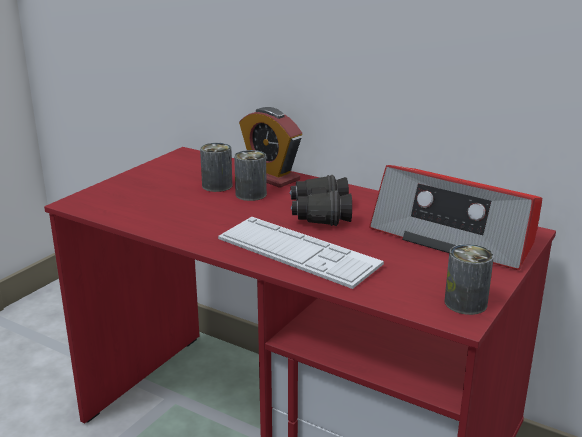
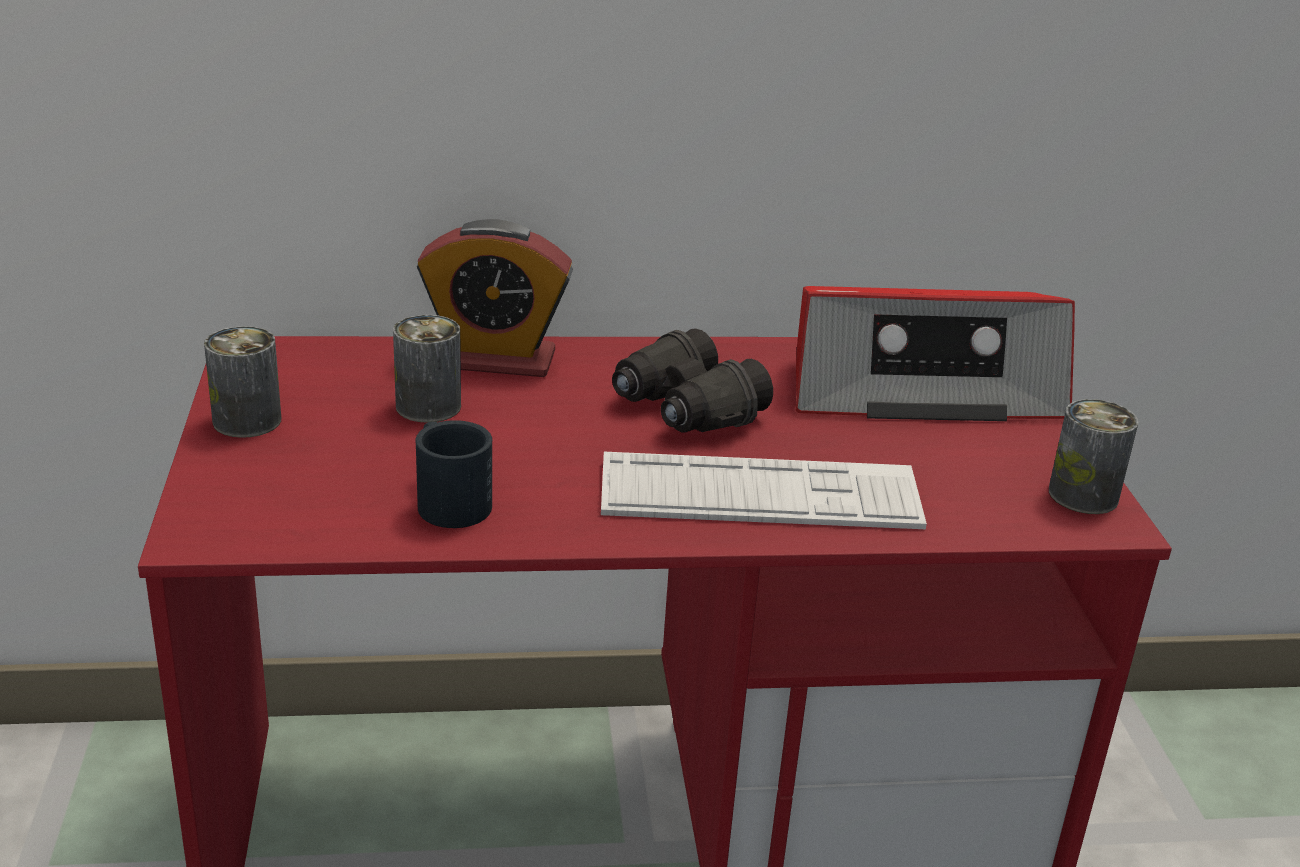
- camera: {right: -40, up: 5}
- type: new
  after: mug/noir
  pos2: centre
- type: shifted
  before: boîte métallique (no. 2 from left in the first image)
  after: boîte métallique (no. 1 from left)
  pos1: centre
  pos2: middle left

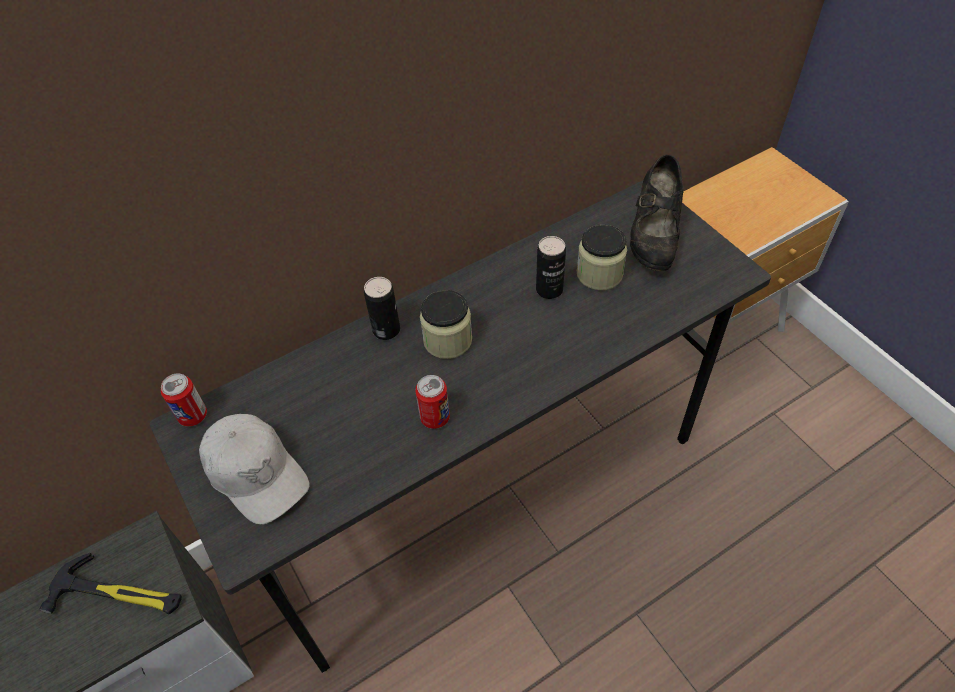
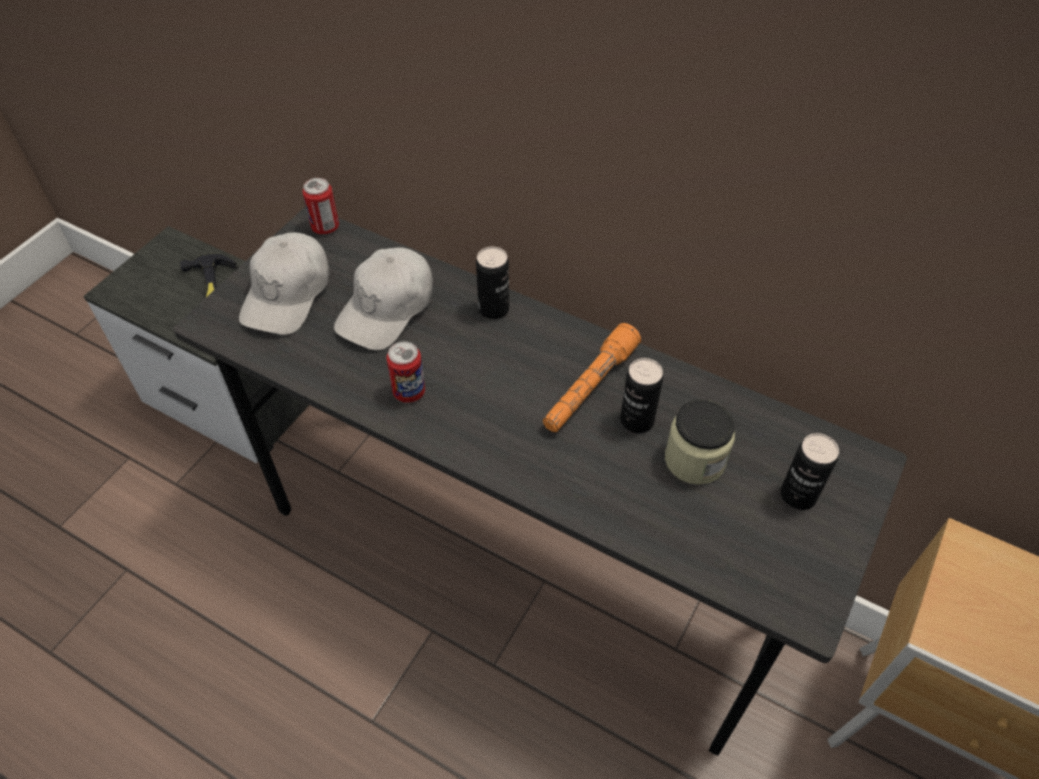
- camera: {right: 60, up: 0}
- type: gone
  before: bocal (no. 1 from left)
  pos1: centre
- type: new
  after: casquette/blanc (no. 2 from left)
  pos2: centre
- type: new
  after: lampe de poche/orange
  pos2: centre
- type: swapped
  before: chaussure/noir
  after: boîte métallique (no. 5 from left)
  pos1: top right
  pos2: middle right

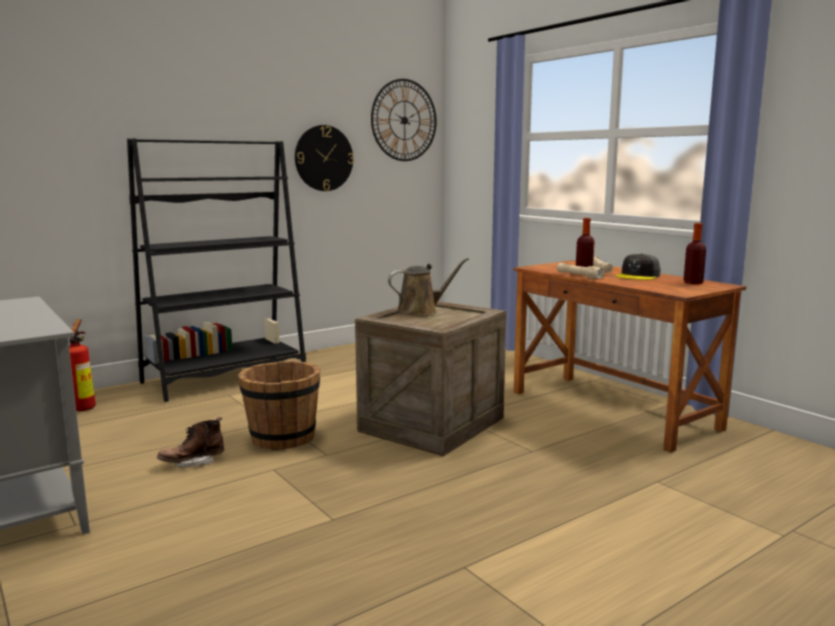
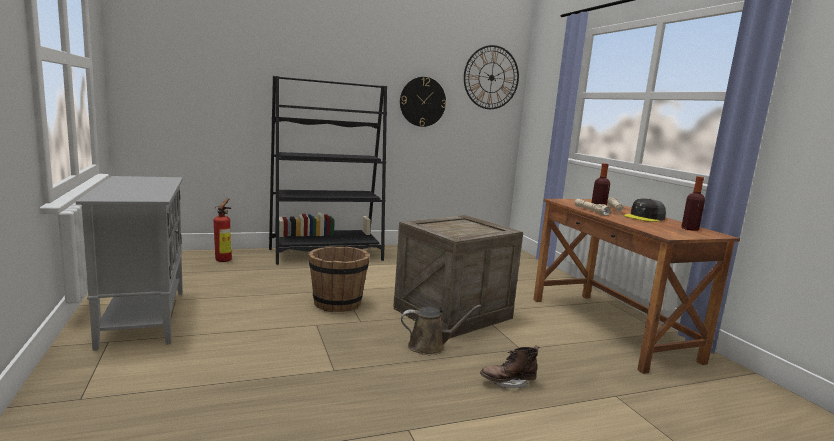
- camera: {right: 15, up: 0}
- type: shifted
  before: botte/marron
  pos1: bottom left
  pos2: bottom centre
- type: shifted
  before: arrosoir/marron
  pos1: centre
  pos2: bottom centre

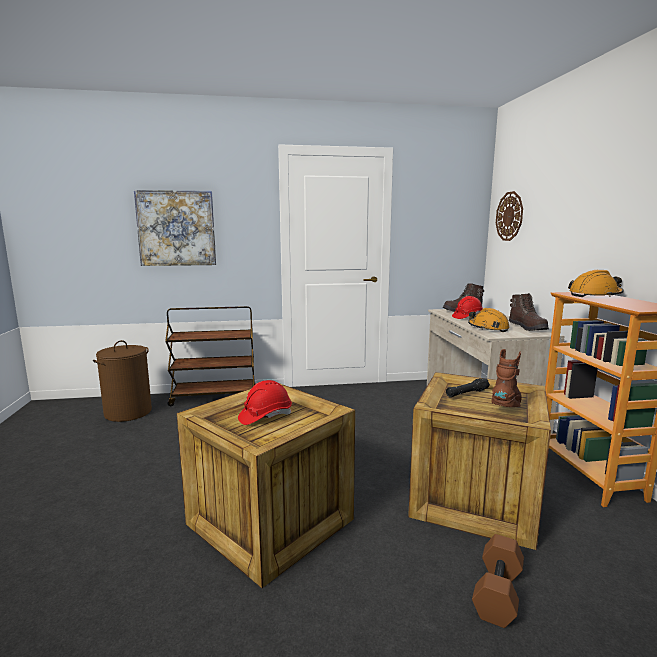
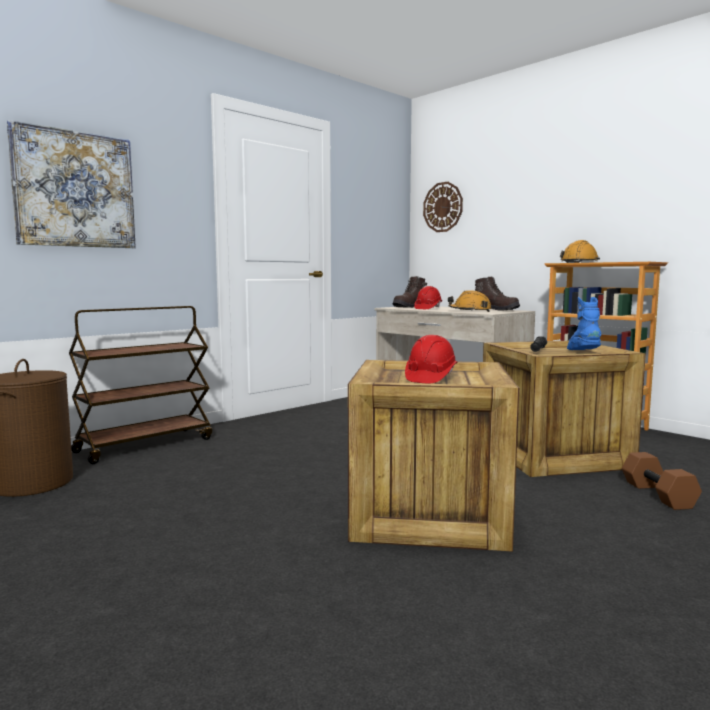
- camera: {right: -35, up: -5}
- type: repainted
  before: botte/marron (no. 2 from left)
  after: botte/bleu
  pos1: middle right
  pos2: middle right

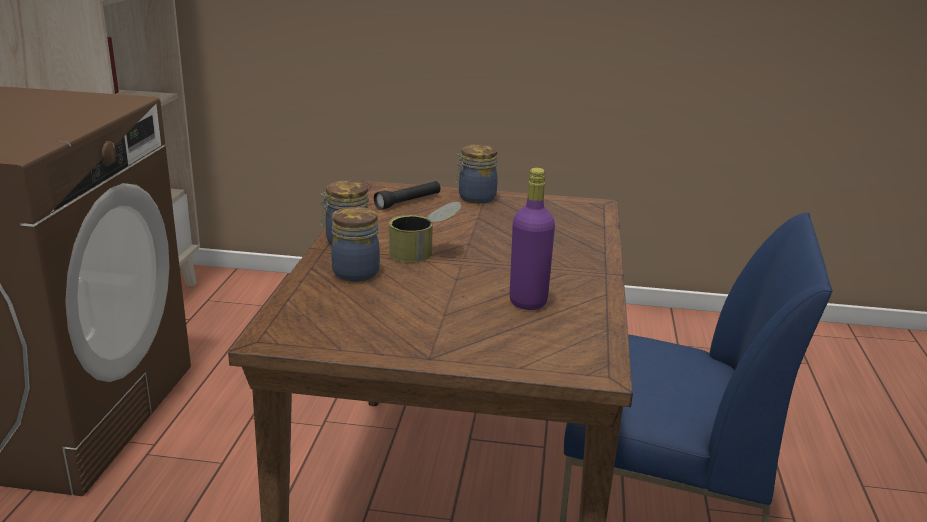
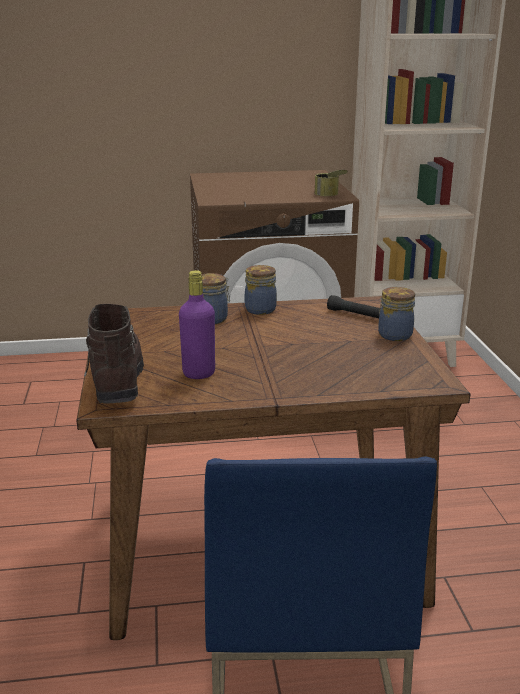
- camera: {right: 75, up: 0}
- type: new
  after: botte/marron
  pos2: middle left
- type: shifted
  before: boîte métallique
  pos1: centre
  pos2: top centre

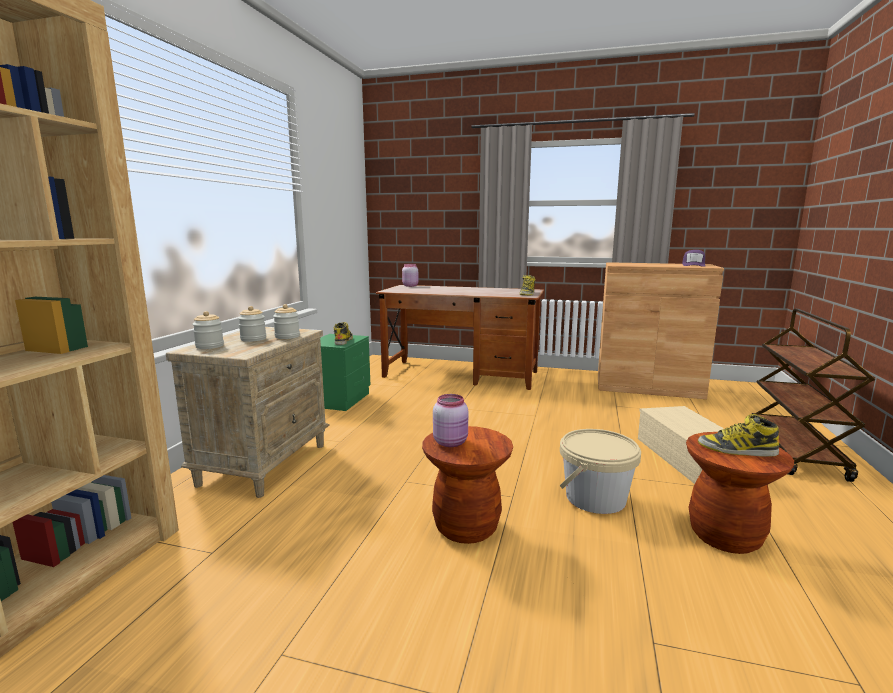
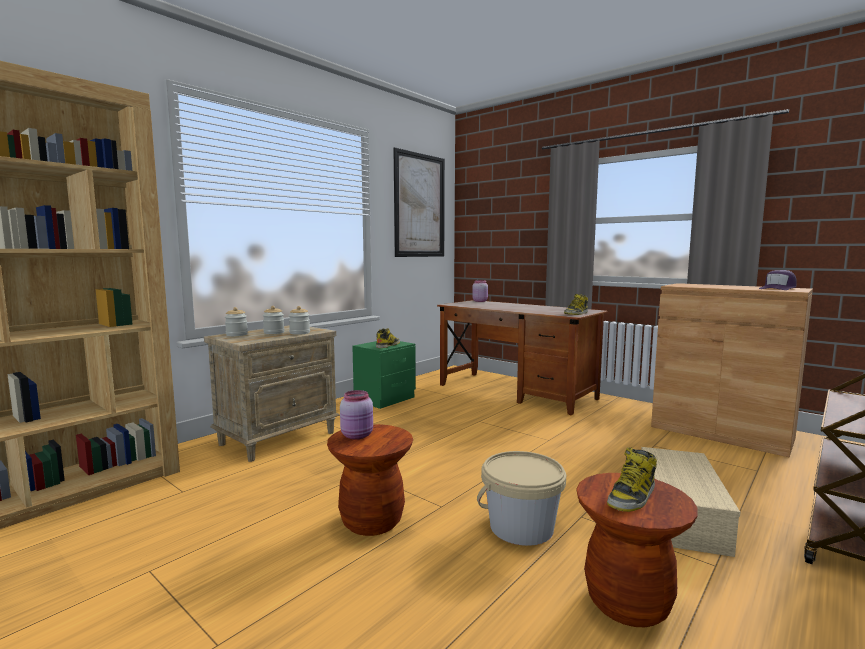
- camera: {right: 25, up: -5}
- type: new
  after: tableau
  pos2: top centre
- type: rotated
  before: botte (no. 3 from left)
  pos1: middle right
  pos2: bottom right
  turn: -90

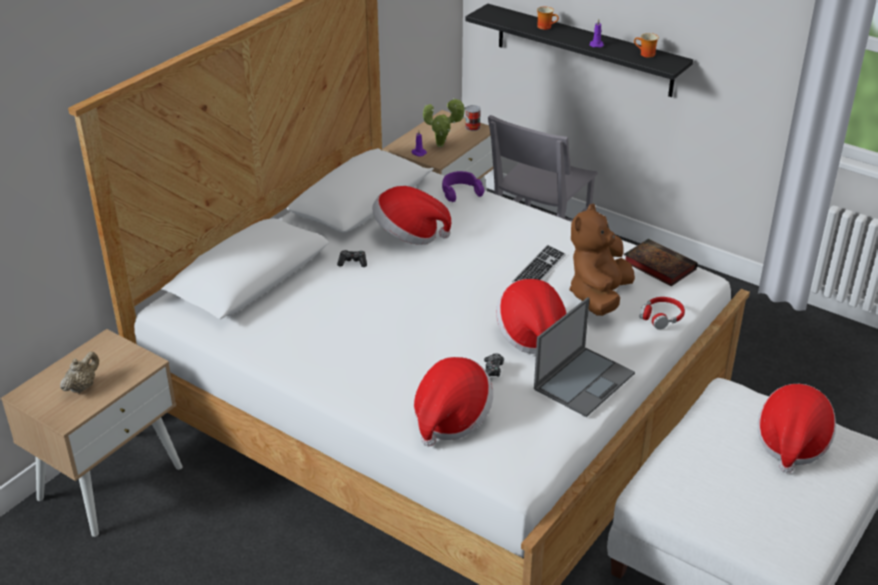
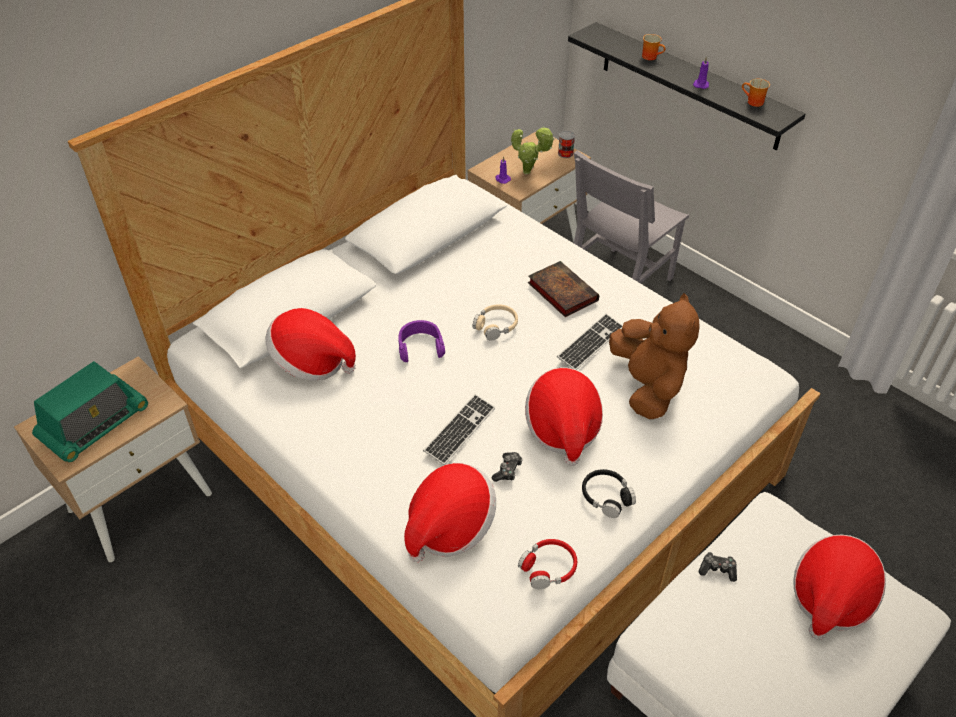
- camera: {right: 10, up: 10}
- type: new
  after: clavier (no. 1 from left)
  pos2: centre
- type: new
  after: casque audio/beige
  pos2: centre
- type: shifted
  before: manette (no. 1 from left in the first image)
  after: manette (no. 2 from left)
  pos1: centre
  pos2: bottom right
- type: shifted
  before: chapeau (no. 1 from left)
  pos1: centre
  pos2: middle left
- type: shifted
  before: casque audio/violet
  pos1: top centre
  pos2: centre
- type: shifted
  before: livre
  pos1: middle right
  pos2: centre
- type: shifted
  before: casque audio/rouge
  pos1: middle right
  pos2: bottom centre
- type: swapped
  before: théière/beige
  after: radio
  pos1: middle left
  pos2: middle left
- type: swapped
  before: ordinateur portable
  after: casque audio/noir
  pos1: centre
  pos2: bottom centre
- type: rotated
  before: peluche/marron
  pos1: middle right
  pos2: middle right
  turn: 135

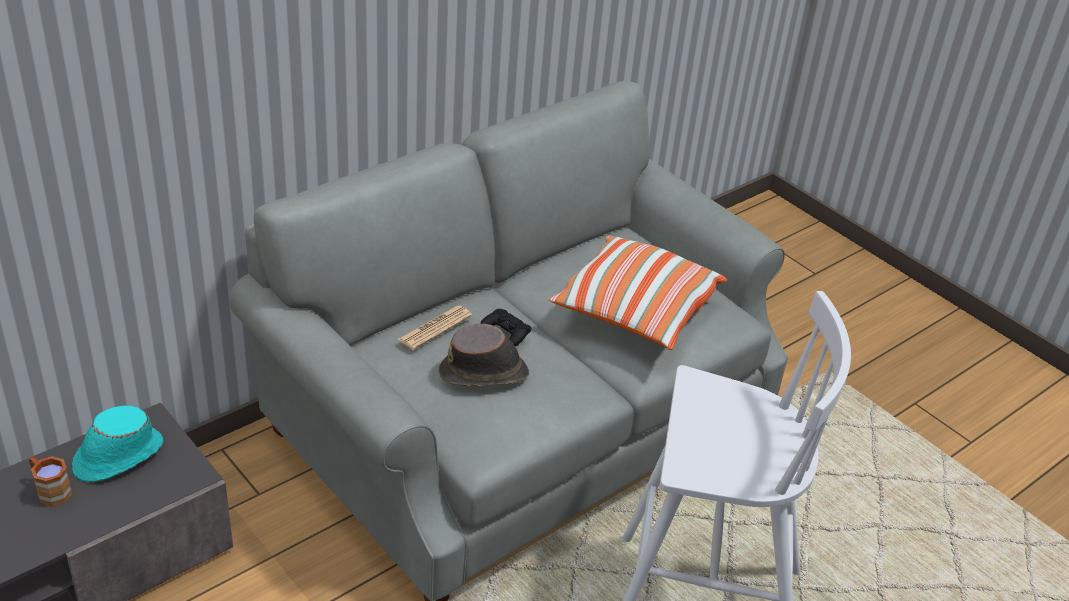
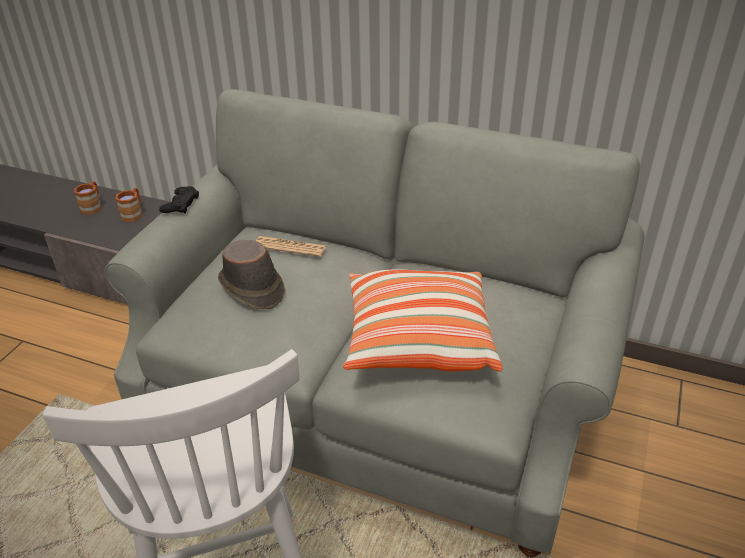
- camera: {right: 65, up: 0}
- type: shifted
  before: manette/noir
  pos1: centre
  pos2: middle left
- type: swapped
  before: chapeau/turquoise
  after: mug/marron (no. 2 from left)
  pos1: bottom left
  pos2: middle left

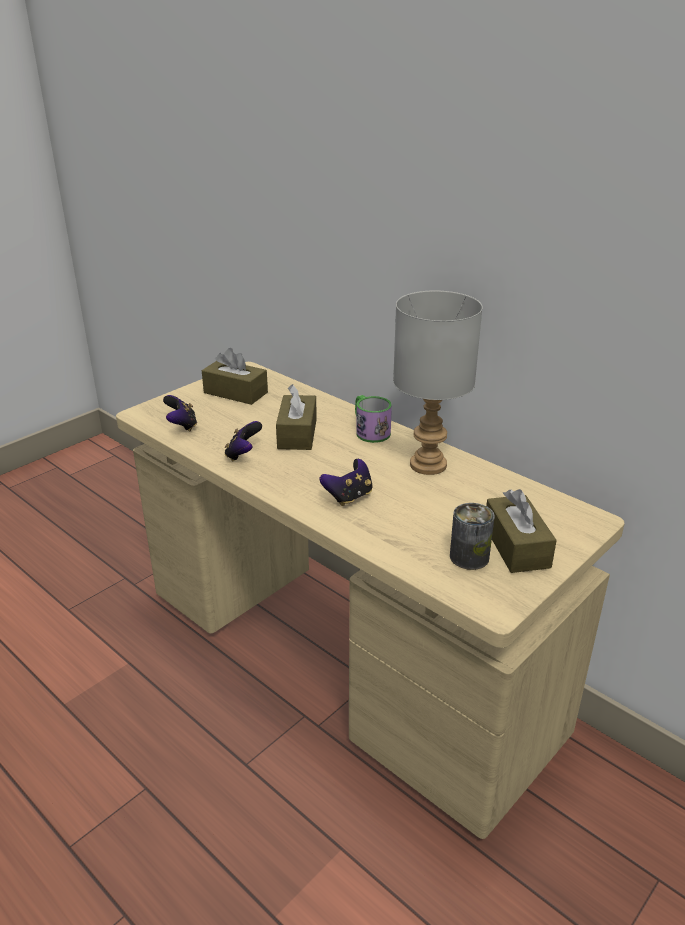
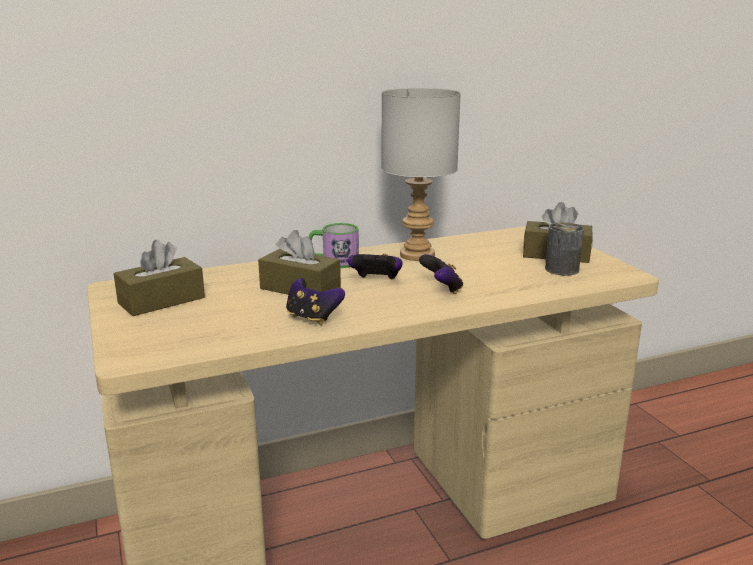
- camera: {right: -65, up: -10}
- type: shifted
  before: manette (no. 1 from left in the first image)
  after: manette (no. 2 from left)
  pos1: middle left
  pos2: centre

